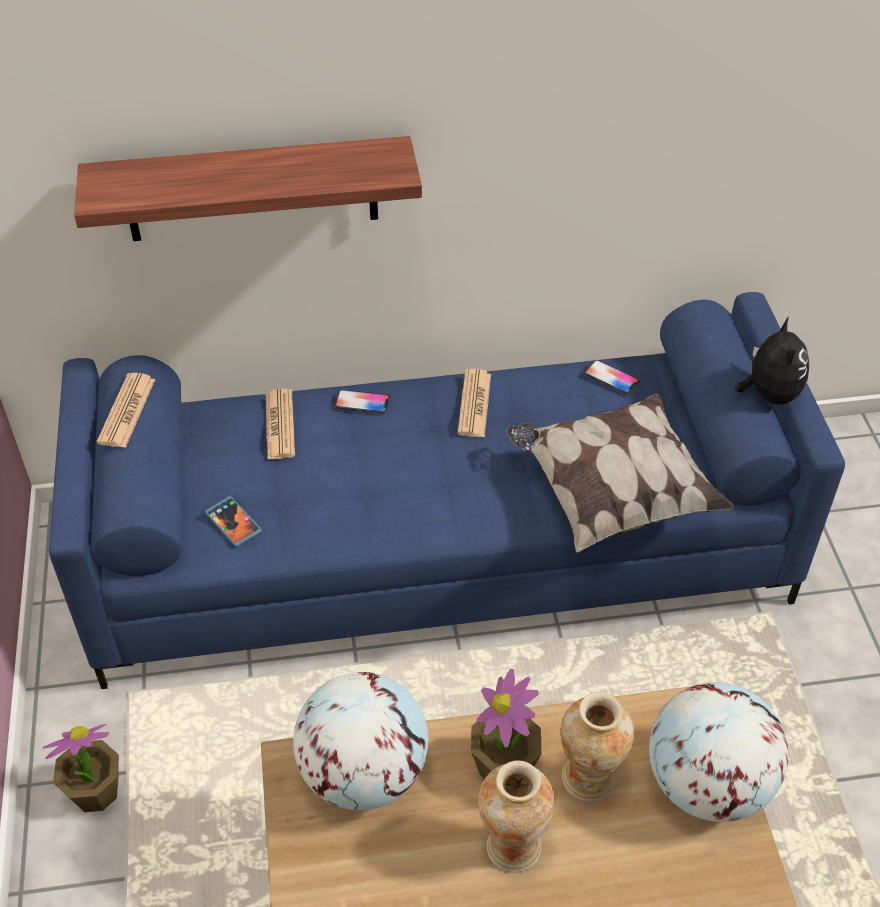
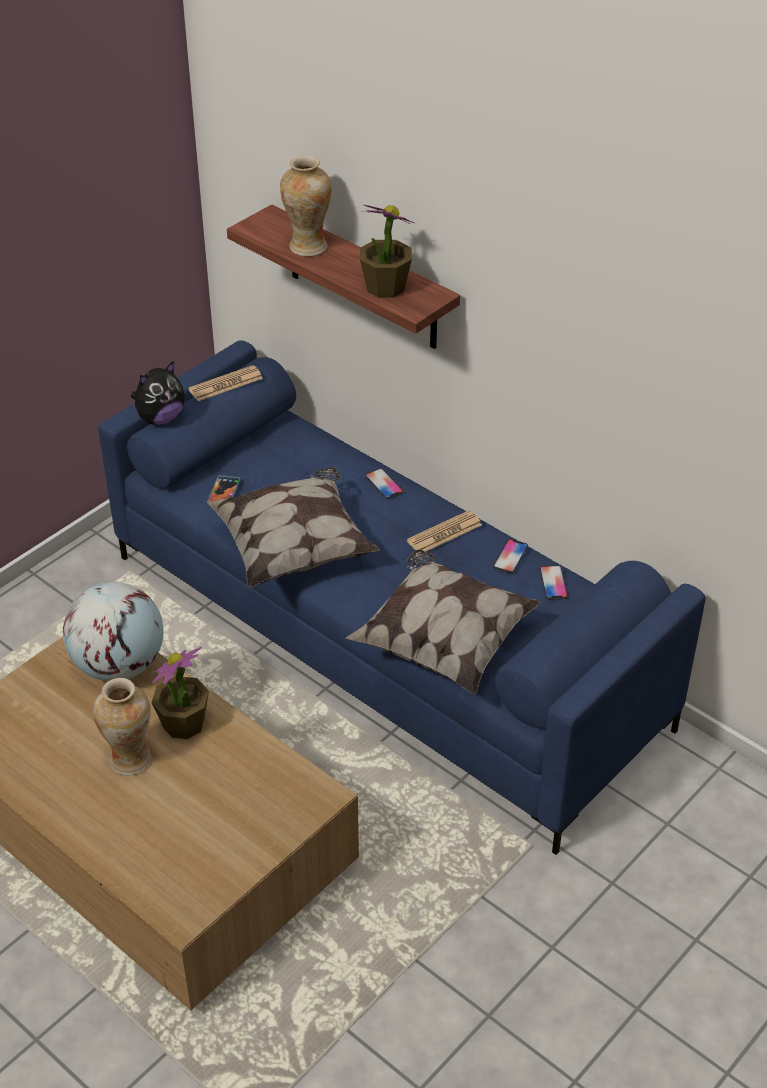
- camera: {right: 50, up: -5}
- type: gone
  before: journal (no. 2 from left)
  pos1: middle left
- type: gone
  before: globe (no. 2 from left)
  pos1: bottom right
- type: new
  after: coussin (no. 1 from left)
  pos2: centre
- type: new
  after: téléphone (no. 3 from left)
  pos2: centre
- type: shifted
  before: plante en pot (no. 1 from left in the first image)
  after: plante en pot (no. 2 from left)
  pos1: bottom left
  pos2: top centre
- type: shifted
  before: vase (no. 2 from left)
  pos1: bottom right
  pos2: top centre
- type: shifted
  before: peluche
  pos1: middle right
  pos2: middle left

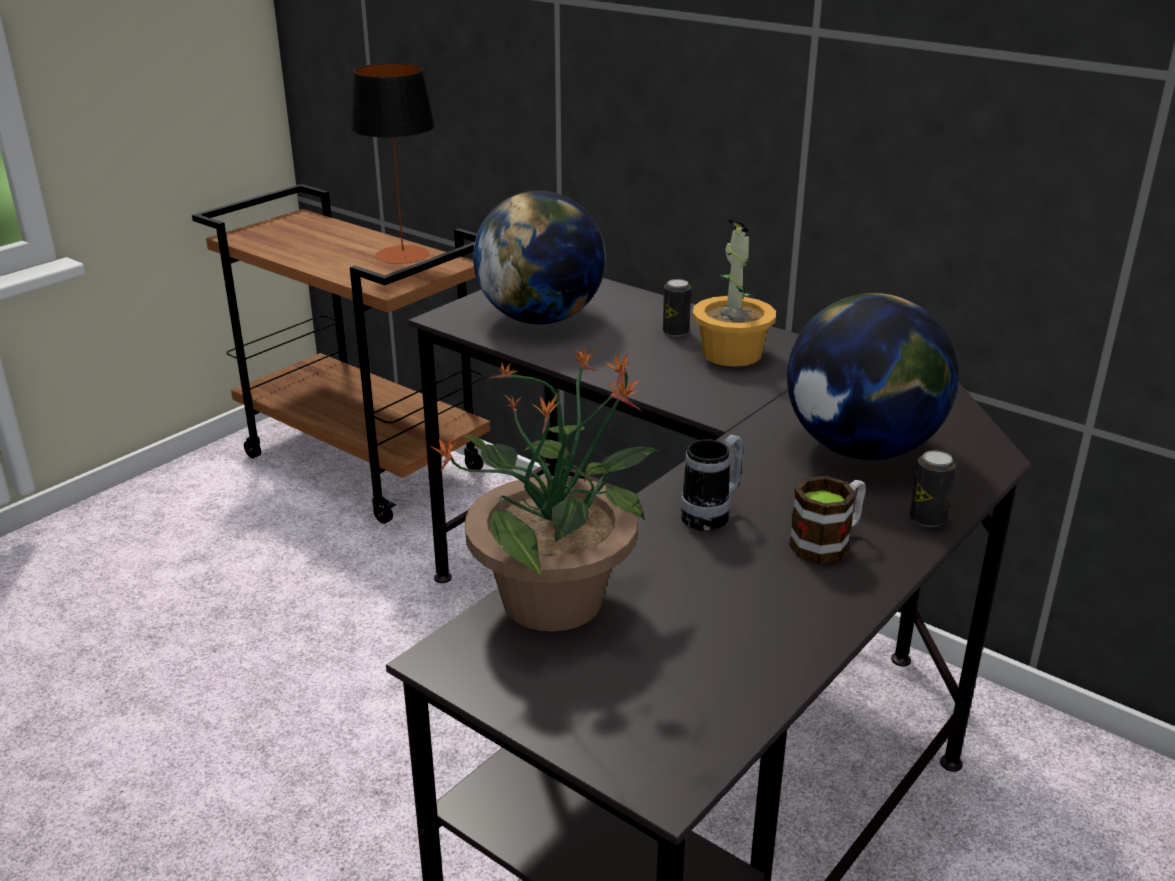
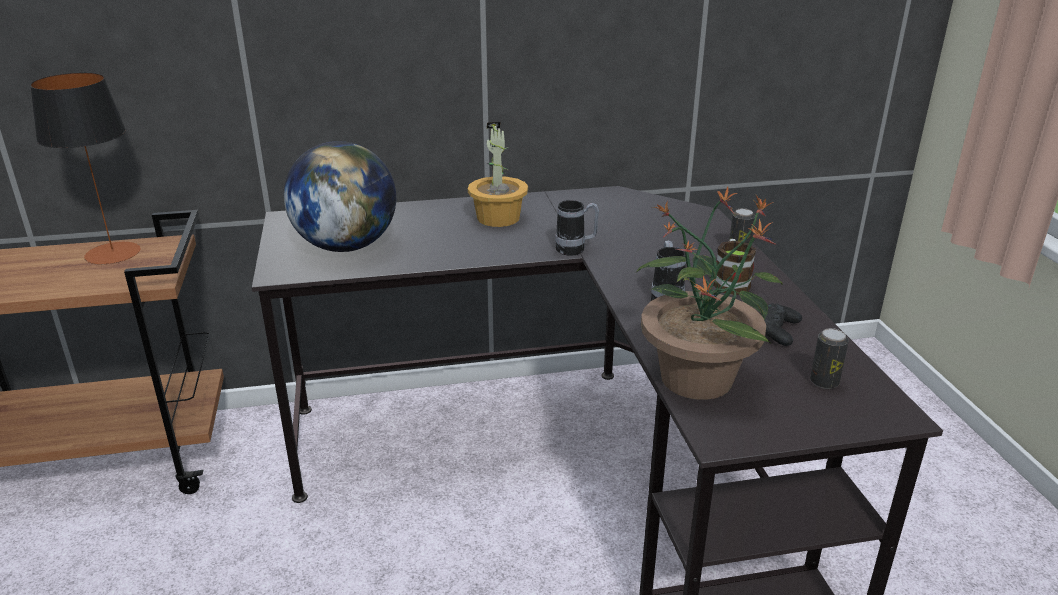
- camera: {right: -50, up: 0}
- type: gone
  before: globe (no. 2 from left)
  pos1: middle right
- type: new
  after: mug (no. 1 from left)
  pos2: centre
- type: new
  after: manette/noir
  pos2: middle right
- type: shifted
  before: boîte métallique (no. 1 from left in the first image)
  after: boîte métallique (no. 2 from left)
  pos1: centre
  pos2: middle right

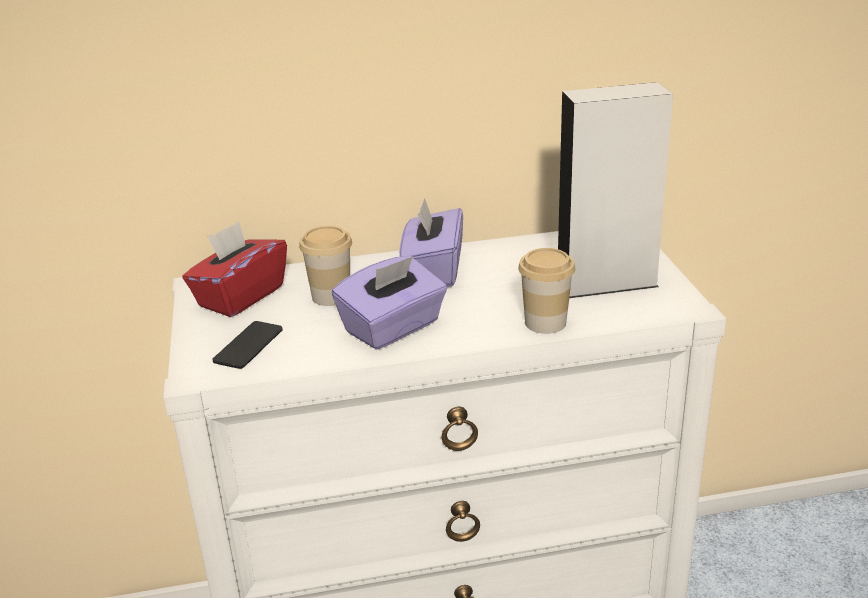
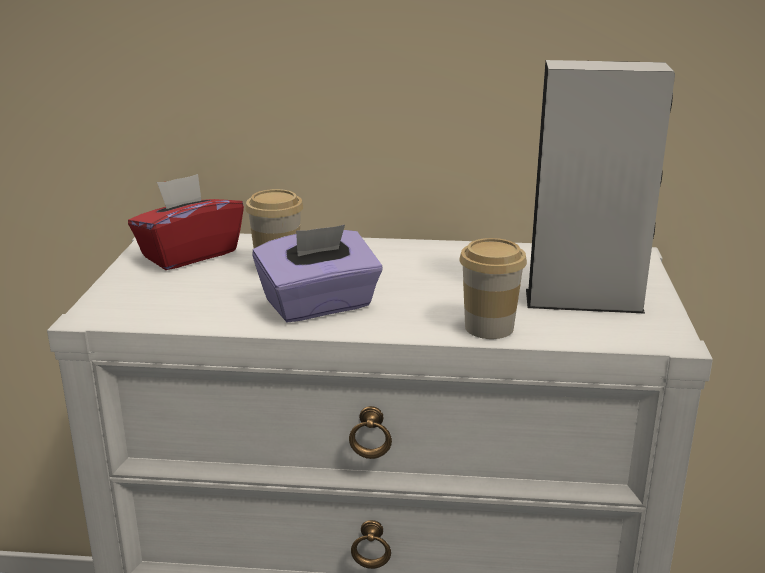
- camera: {right: 15, up: -5}
- type: gone
  before: téléphone
  pos1: middle left
- type: gone
  before: boîte à mouchoirs/violet (no. 2 from left)
  pos1: centre

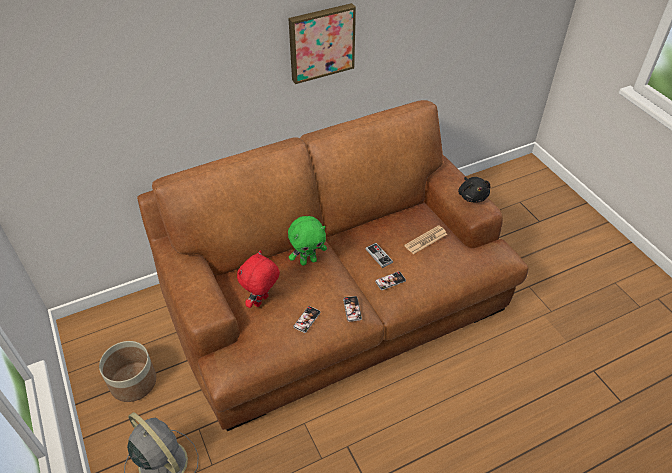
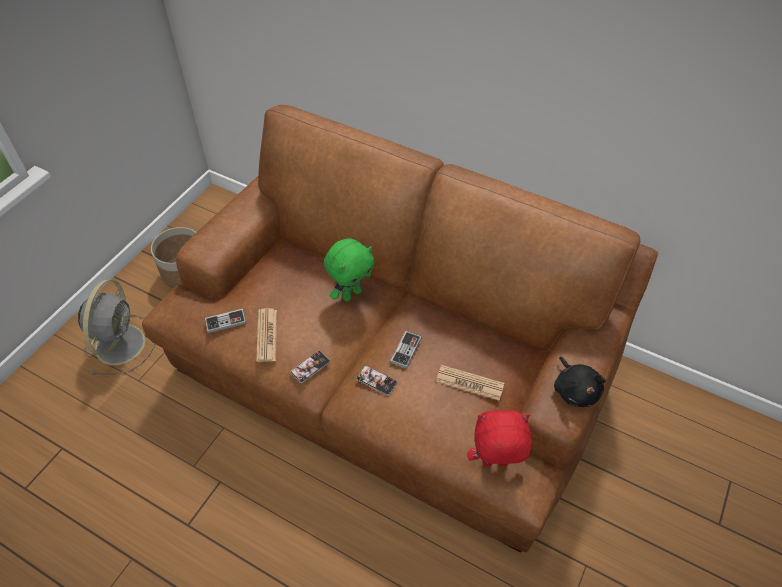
- camera: {right: 55, up: 5}
- type: gone
  before: tableau
  pos1: top centre
- type: new
  after: manette (no. 1 from left)
  pos2: middle left
- type: shifted
  before: peluche/rouge
  pos1: centre
  pos2: bottom centre
- type: swapped
  before: téléphone (no. 1 from left)
  after: journal (no. 1 from left)
  pos1: bottom centre
  pos2: centre
- type: rotated
  before: peluche/vert
  pos1: centre
  pos2: centre
  turn: -75
- type: rotated
  before: peluche/noir
  pos1: middle right
  pos2: middle right
  turn: -60

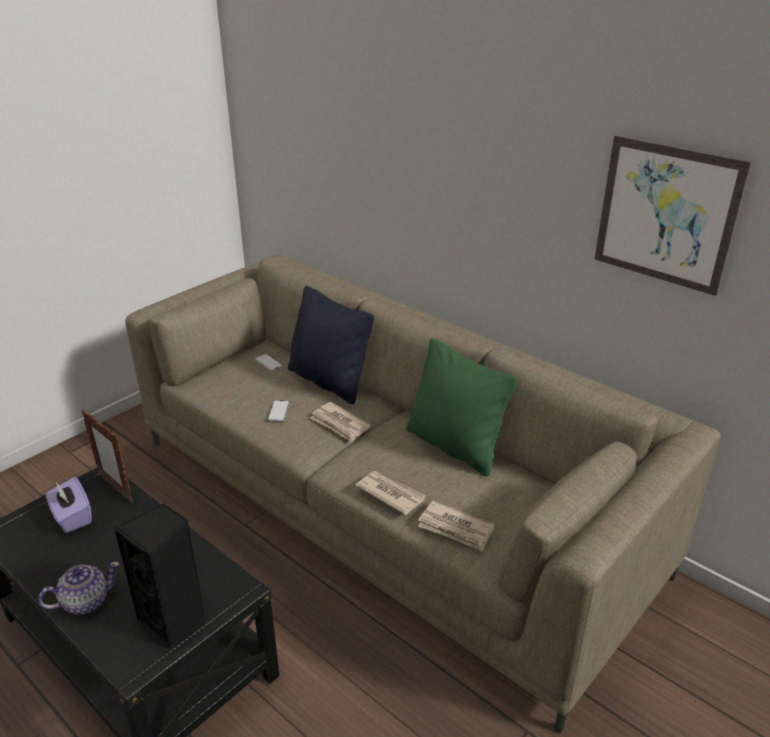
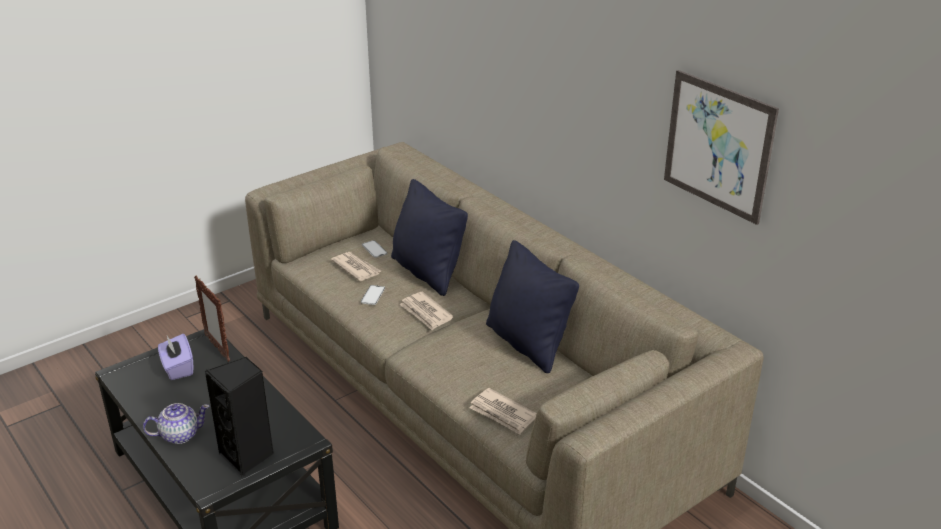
- camera: {right: 10, up: 0}
- type: shifted
  before: journal (no. 2 from left in the first image)
  after: journal (no. 1 from left)
  pos1: bottom centre
  pos2: centre
- type: repainted
  before: coussin/vert
  after: coussin/noir (no. 2 from left)
  pos1: centre
  pos2: centre

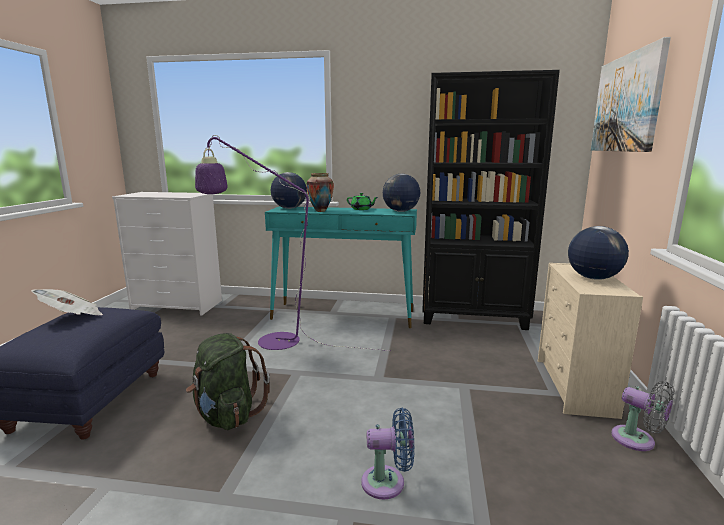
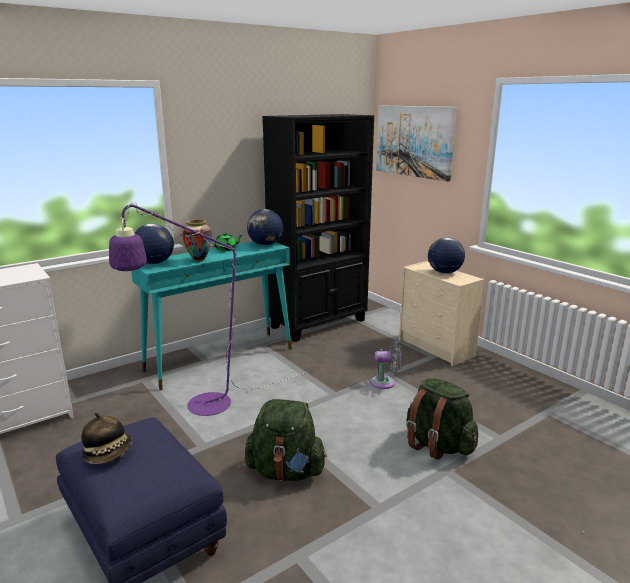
- camera: {right: -45, up: 5}
- type: shifted
  before: ventilateur/gris
  pos1: bottom right
  pos2: centre
- type: swapped
  before: journal
  after: chapeau
  pos1: middle left
  pos2: bottom left
- type: swapped
  before: ventilateur/bleu
  after: sac à dos/vert (no. 2 from left)
  pos1: bottom centre
  pos2: bottom right

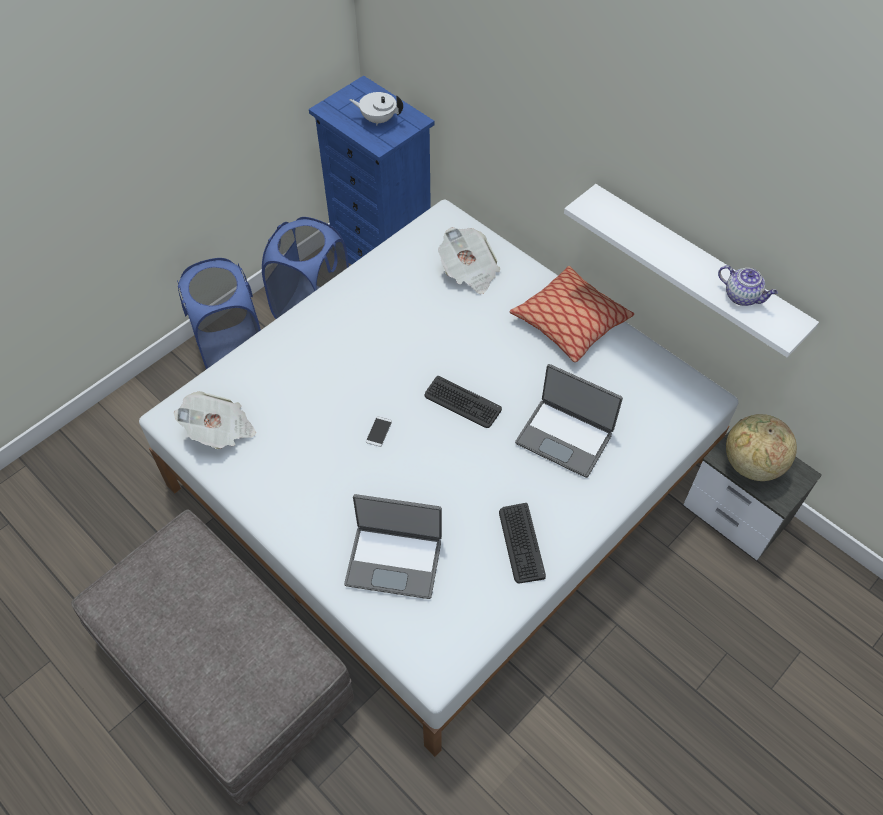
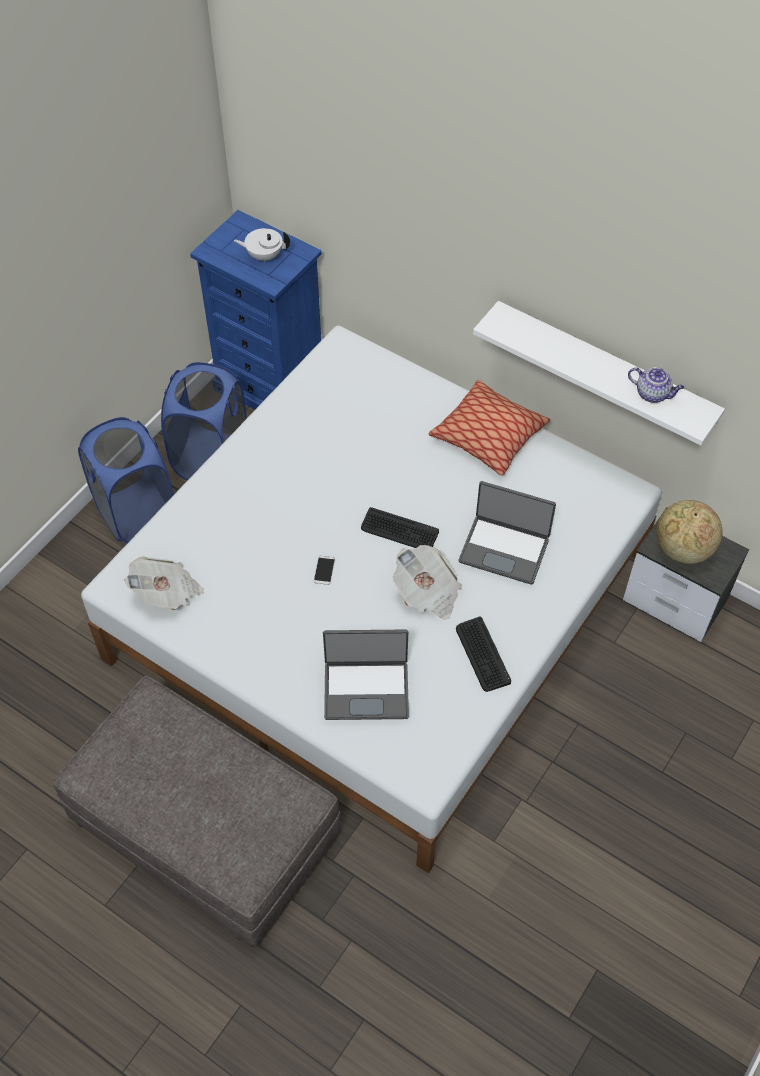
- camera: {right: -10, up: 0}
- type: shifted
  before: journal (no. 2 from left)
  pos1: top centre
  pos2: centre

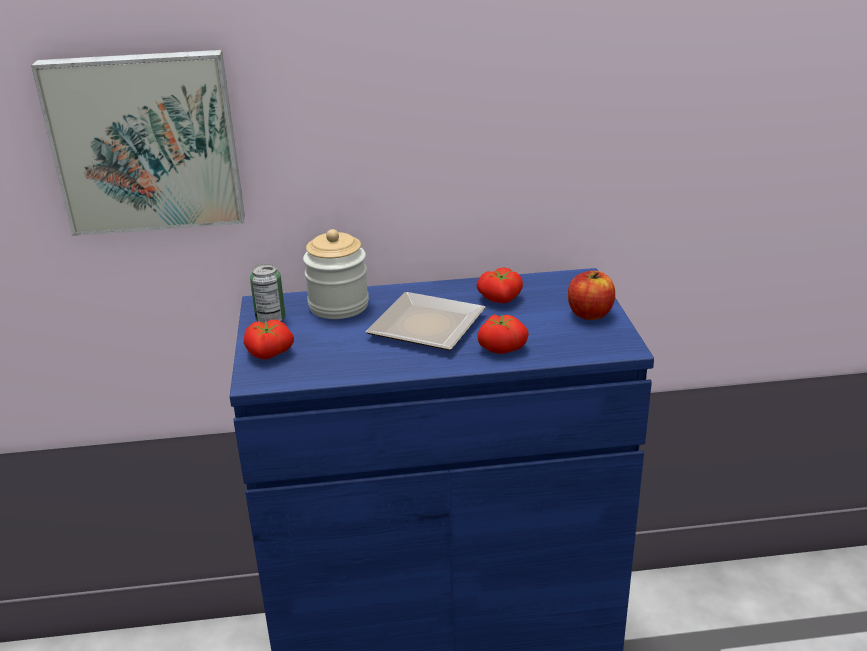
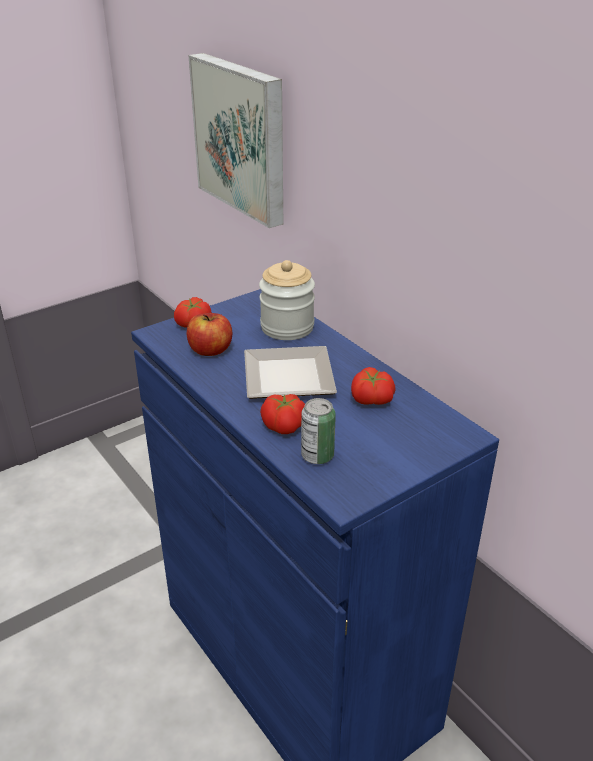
- camera: {right: 60, up: 5}
- type: shifted
  before: boîte métallique
  pos1: middle left
  pos2: centre
- type: shifted
  before: pomme
  pos1: middle right
  pos2: centre

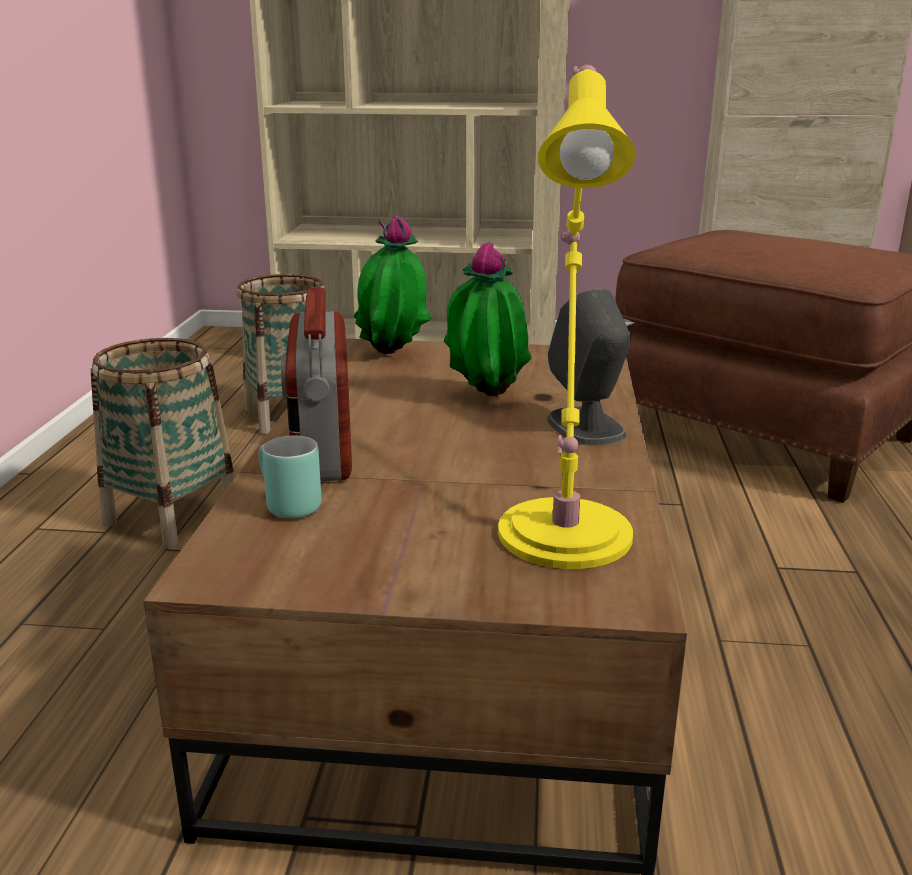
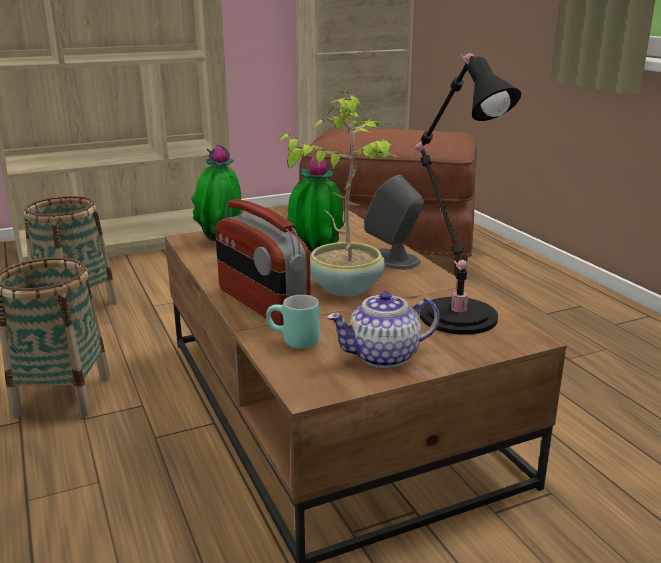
- camera: {right: -30, up: 0}
- type: new
  after: plante en pot (no. 3 from left)
  pos2: centre
- type: new
  after: théière
  pos2: centre
- type: repainted
  before: lampe de table/jaune
  after: lampe de table/noir
  pos1: centre
  pos2: middle right

